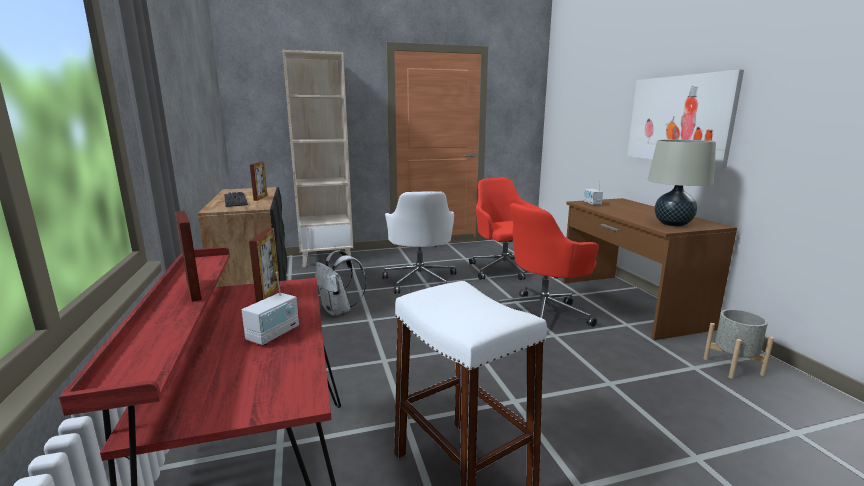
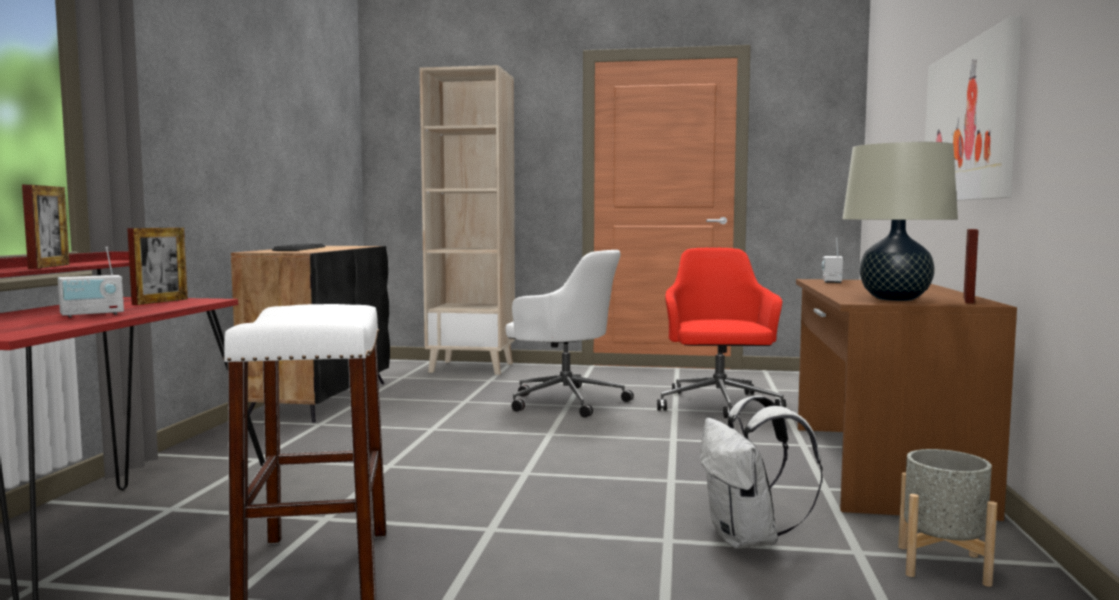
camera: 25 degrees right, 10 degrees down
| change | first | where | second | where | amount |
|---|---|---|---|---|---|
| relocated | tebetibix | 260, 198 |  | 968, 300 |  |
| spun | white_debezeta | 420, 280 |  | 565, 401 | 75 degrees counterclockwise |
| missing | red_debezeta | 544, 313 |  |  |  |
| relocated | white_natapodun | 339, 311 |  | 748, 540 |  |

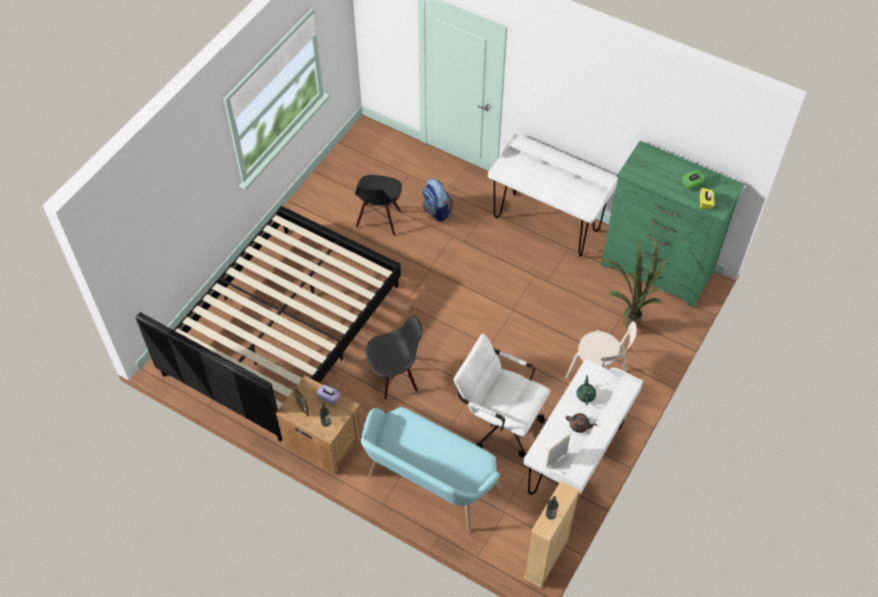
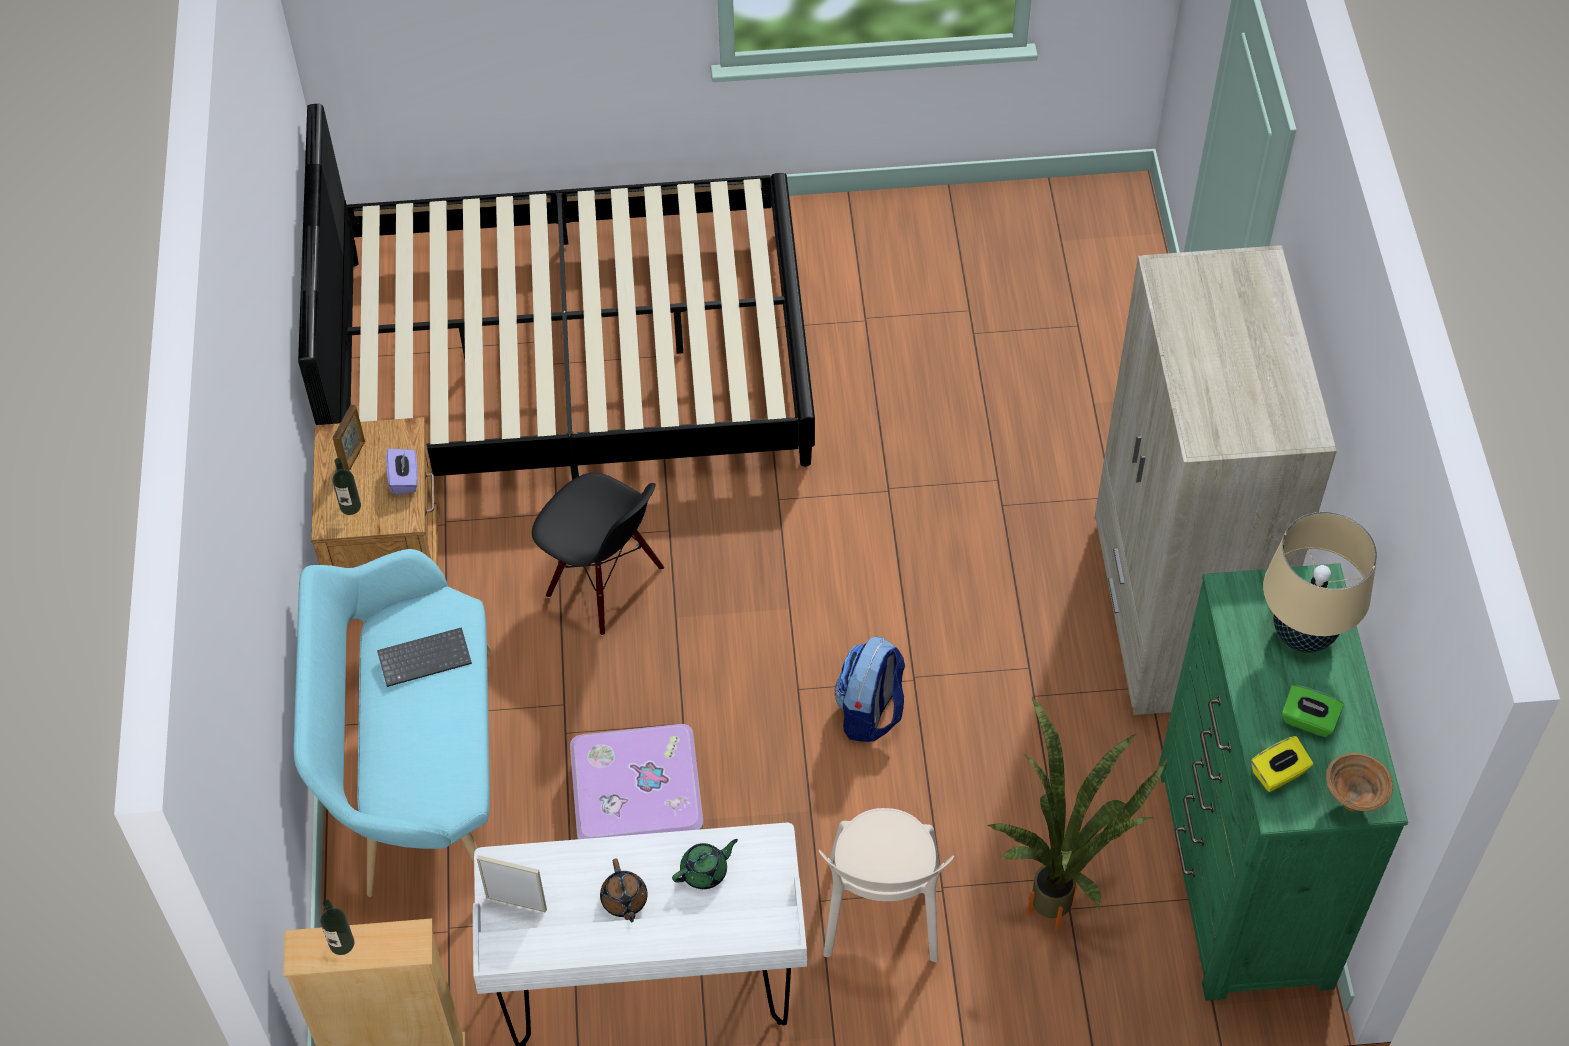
camera: 55 degrees right, 0 degrees up
| change | first | where | second | where | amount |
|---|---|---|---|---|---|
| exchanged | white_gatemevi | 546, 224 | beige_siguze | 1173, 613 |  |
| missing | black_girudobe | 379, 220 |  |  |  |
| relocated | natapodun | 437, 211 |  | 870, 713 |  |
| exchanged | white_debezeta | 499, 421 | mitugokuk | 639, 805 |  |
| appeared |  |  | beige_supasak | 1303, 634 |  |
| appeared |  |  | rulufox | 425, 657 |  |
| appeared |  |  | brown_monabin | 1350, 800 |  |

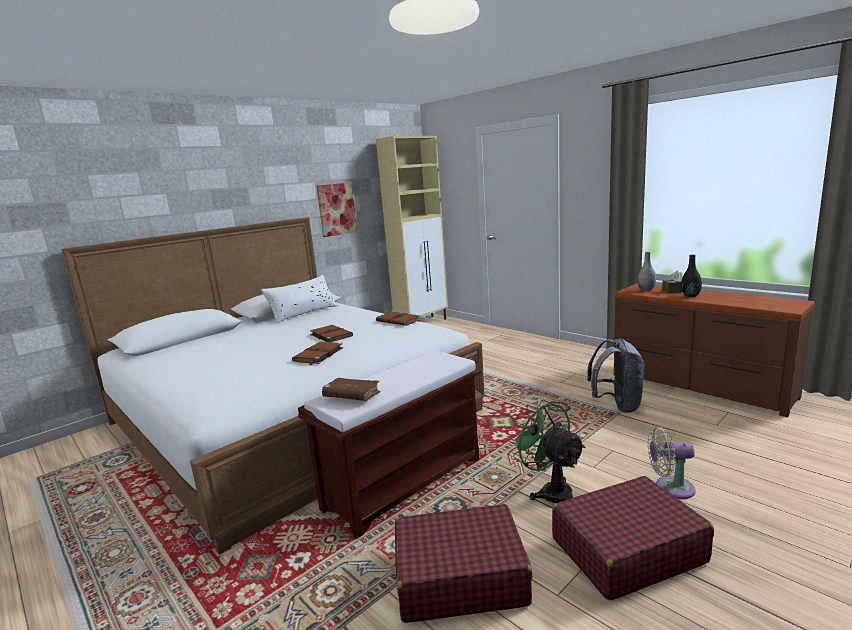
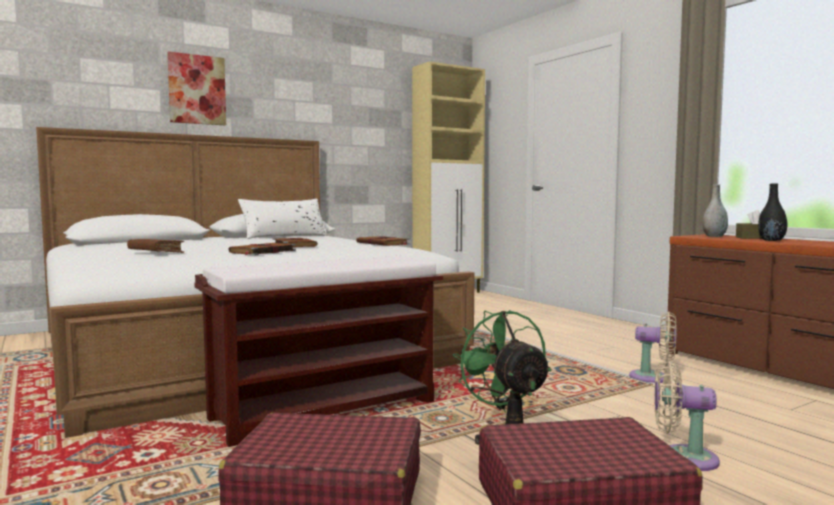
camera: 10 degrees right, 10 degrees down
| change | first | where | second | where | amount |
|---|---|---|---|---|---|
| relocated | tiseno | 336, 209 |  | 197, 89 |  |
| exchanged | grey_natapodun | 617, 405 | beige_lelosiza | 653, 378 |  |
| relocated | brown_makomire | 352, 396 |  | 155, 253 |  |

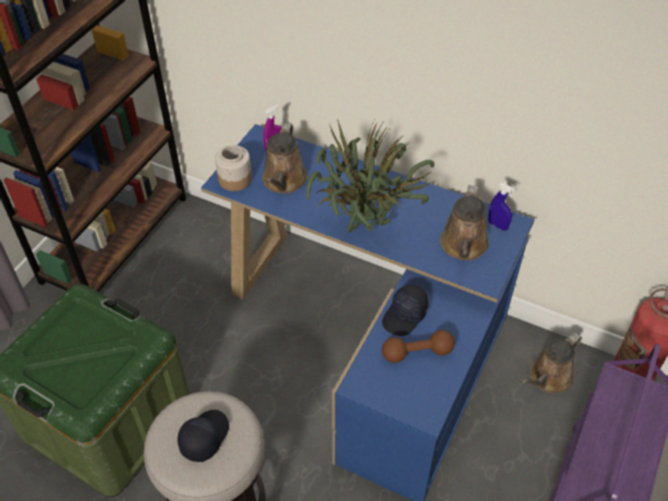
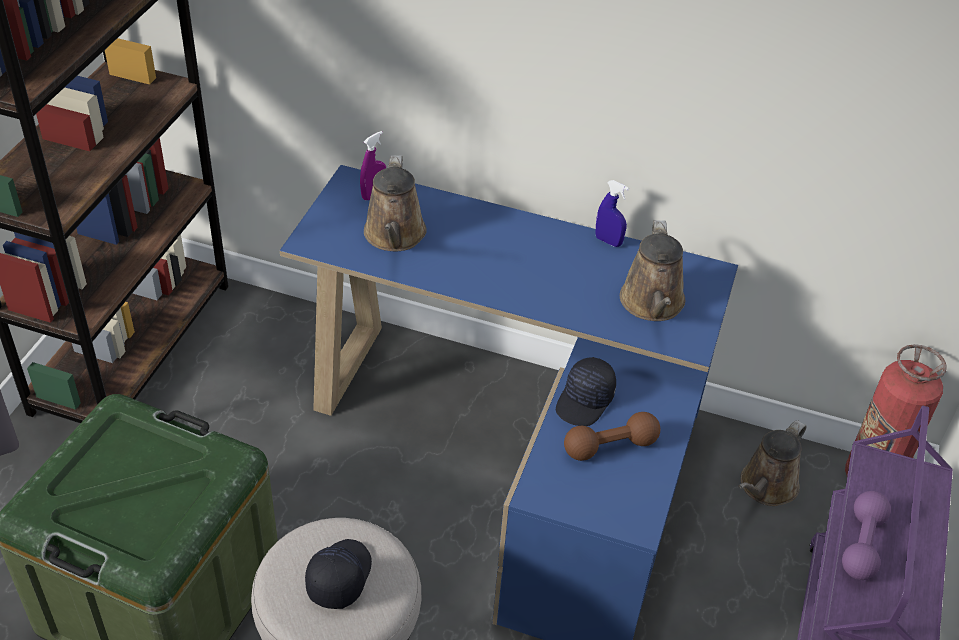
camera: 10 degrees left, 5 degrees down
| change | first | where | second | where | amount |
|---|---|---|---|---|---|
| missing | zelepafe | 364, 231 |  |  |  |
| missing | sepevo | 235, 179 |  |  |  |
| relocated | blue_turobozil | 497, 225 |  | 608, 241 |  |
| appeared |  |  | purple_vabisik | 861, 544 |  |

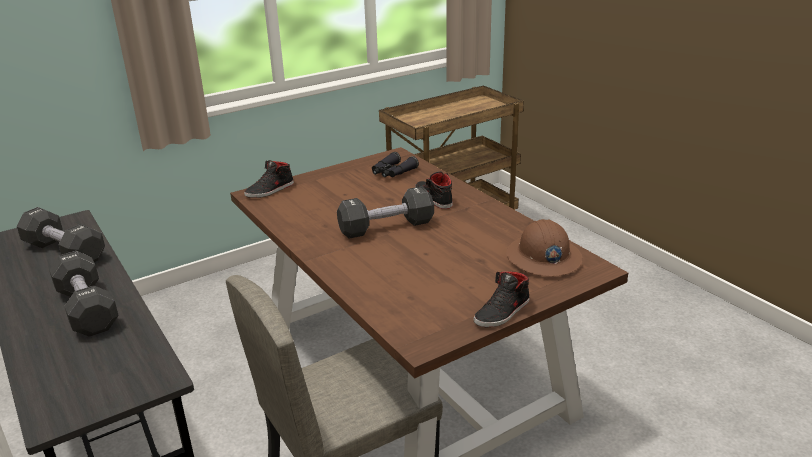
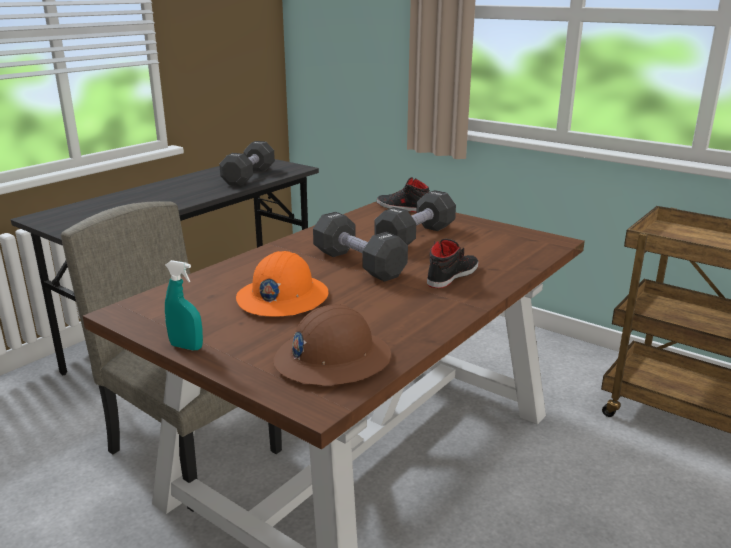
camera: 70 degrees right, 5 degrees down
| change | first | where | second | where | amount |
|---|---|---|---|---|---|
| missing | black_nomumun | 392, 172 |  |  |  |
| relocated | black_vabisik | 87, 309 |  | 415, 237 |  |
| exchanged | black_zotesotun | 502, 312 | turquoise_turobozil | 186, 347 |  |
| appeared |  |  | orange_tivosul | 282, 298 |  |

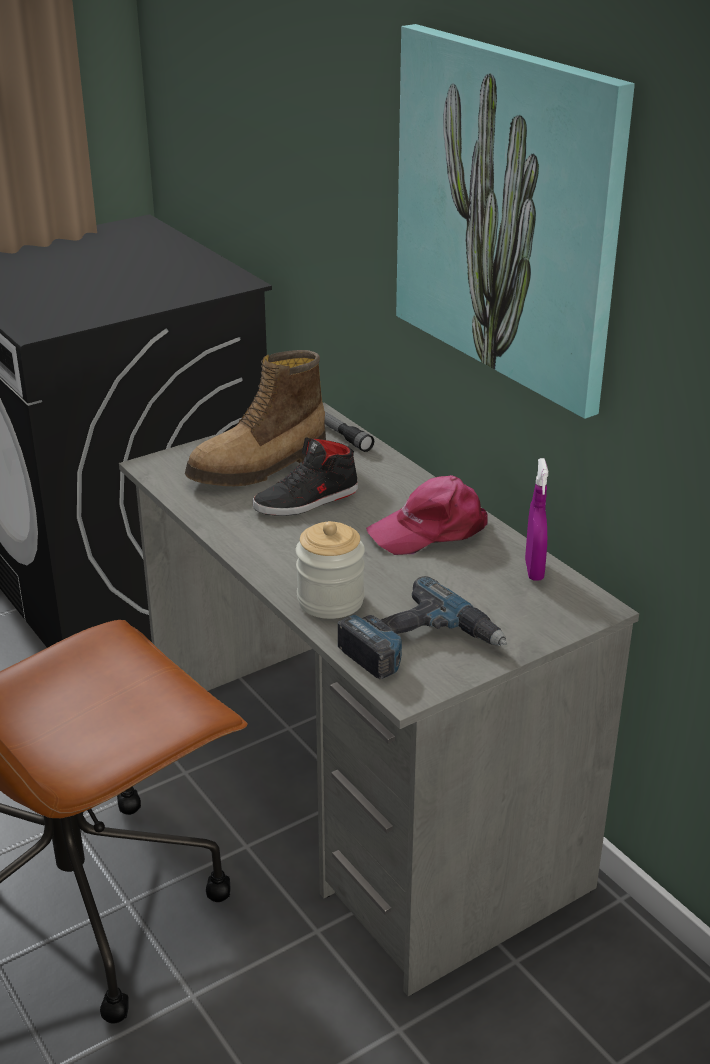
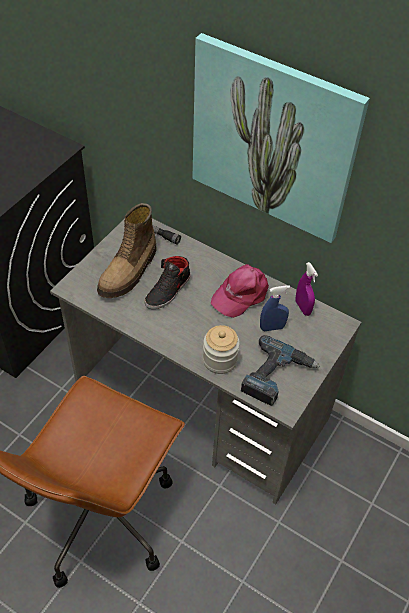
camera: 25 degrees left, 20 degrees up
| change | first | where | second | where | amount |
|---|---|---|---|---|---|
| appeared |  |  | blue_turobozil | 272, 327 |  |

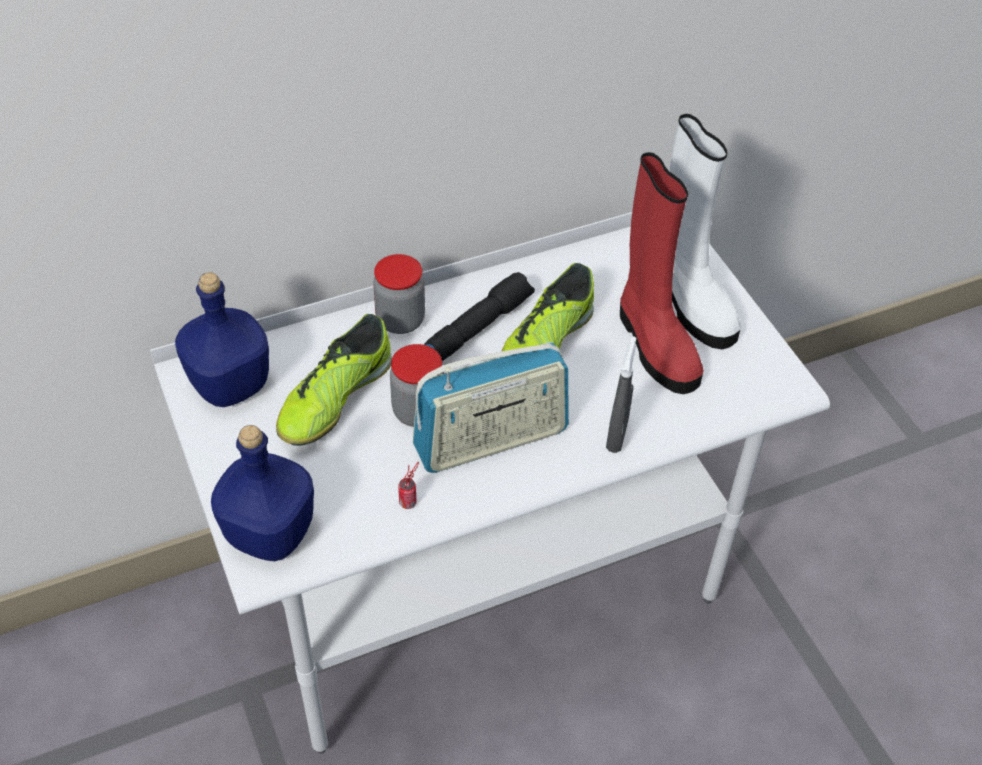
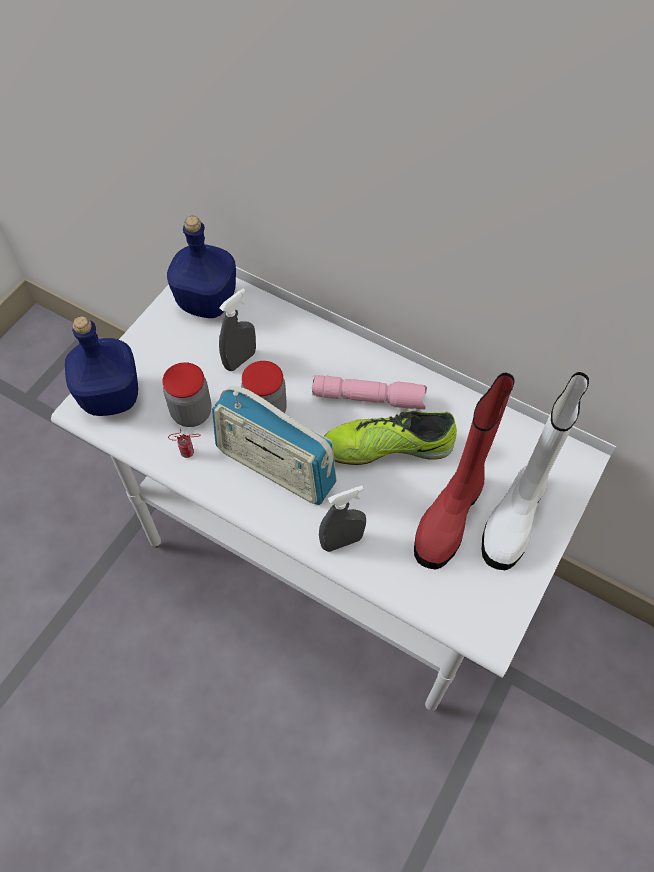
camera: 55 degrees right, 10 degrees up
| change | first | where | second | where | amount |
|---|---|---|---|---|---|
| relocated | sepevo | 400, 320 |  | 191, 412 |  |
| colour | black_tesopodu | 478, 326 | pink_tesopodu | 369, 397 |  |
| exchanged | zotesotun | 335, 398 | grey_turobozil | 240, 360 |  |

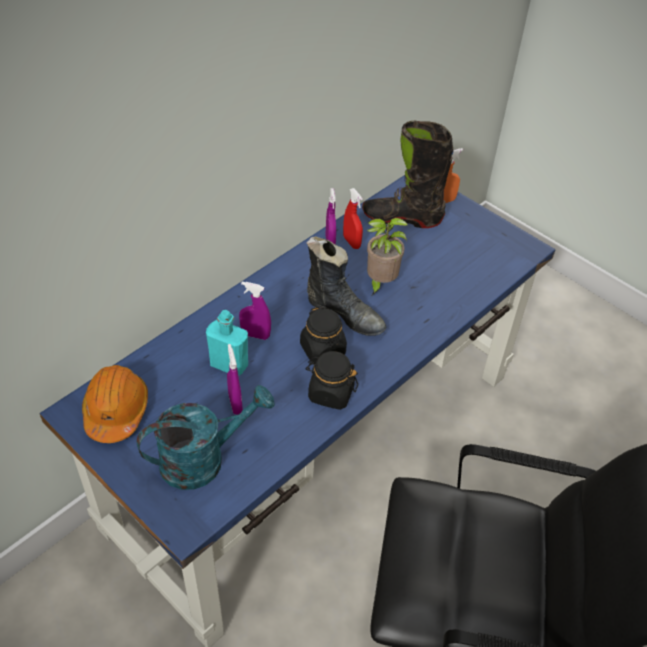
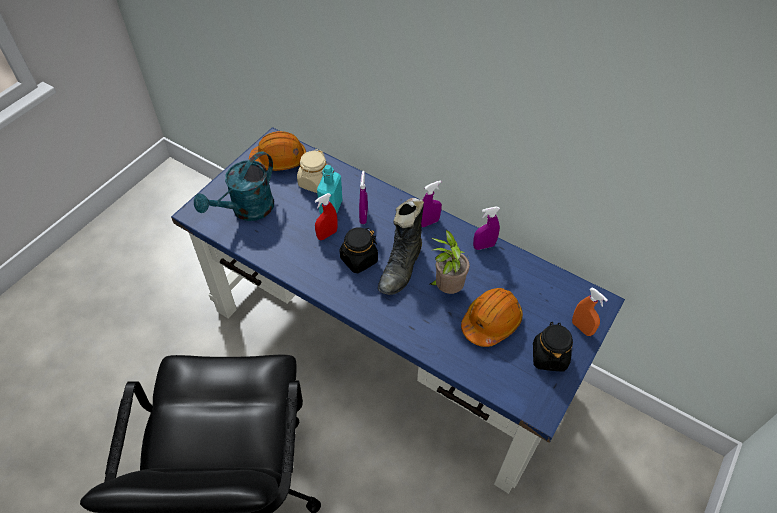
camera: 80 degrees right, 5 degrees up
| change | first | where | second | where | amount |
|---|---|---|---|---|---|
| missing | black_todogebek | 402, 218 |  |  |  |
| relocated | red_turobozil | 351, 242 |  | 327, 234 |  |
| relocated | purple_turobozil | 235, 403 |  | 428, 222 |  |
| relocated | black_sepevo | 330, 393 |  | 549, 356 |  |
| spun | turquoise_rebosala | 203, 459 |  | 247, 210 | 75 degrees clockwise |
| appeared |  |  | beige_sepevo | 315, 182 |  |
| appeared |  |  | orange_tivosul | 491, 322 |  |

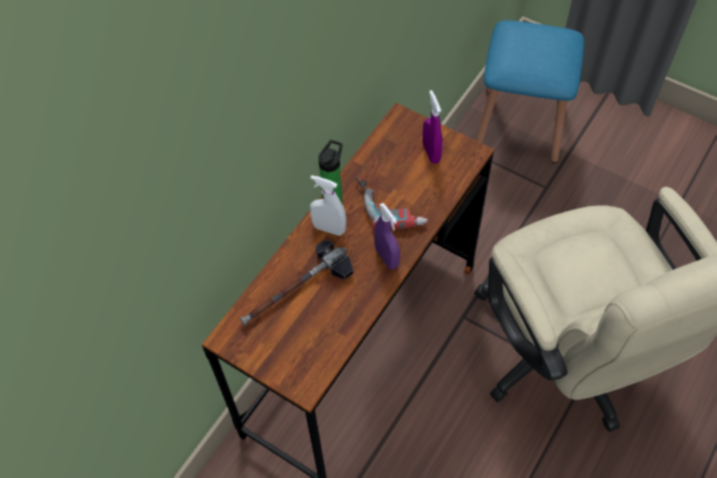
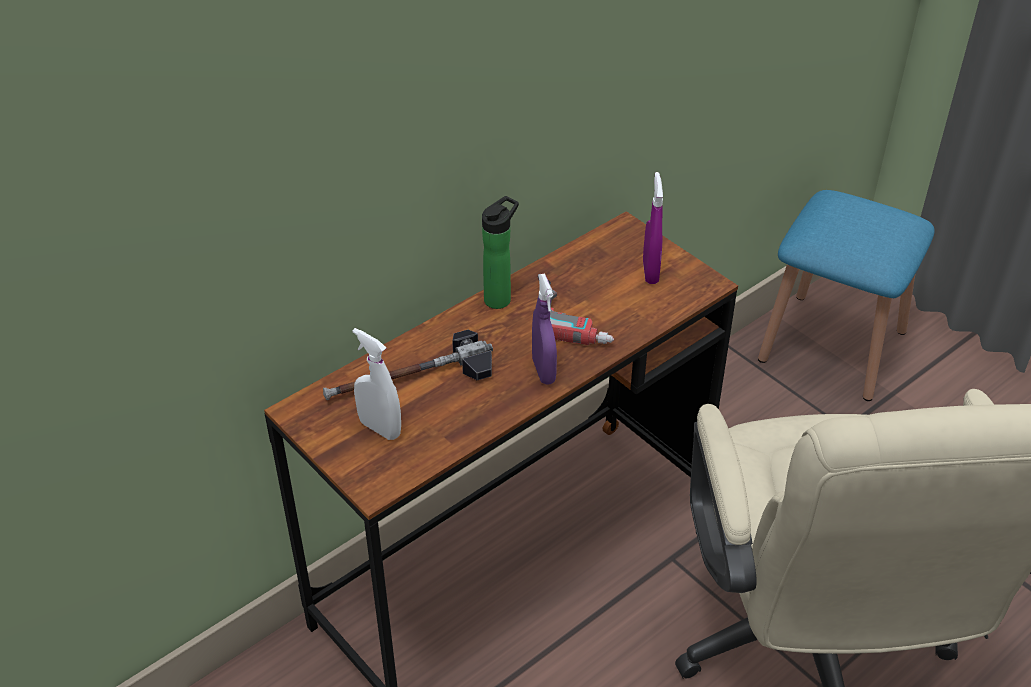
camera: 15 degrees right, 15 degrees down
| change | first | where | second | where | amount |
|---|---|---|---|---|---|
| relocated | white_turobozil | 329, 229 |  | 380, 428 |  |

